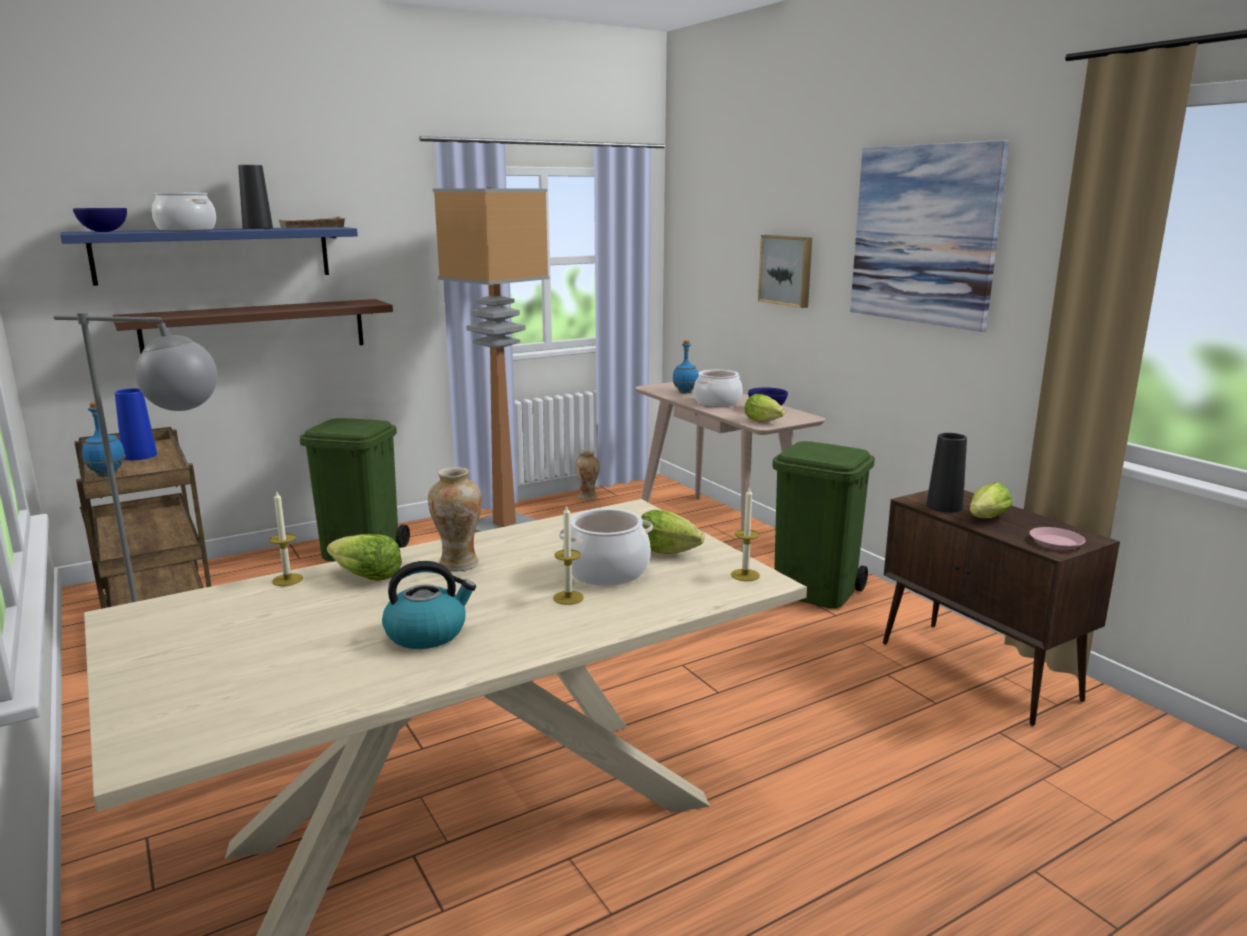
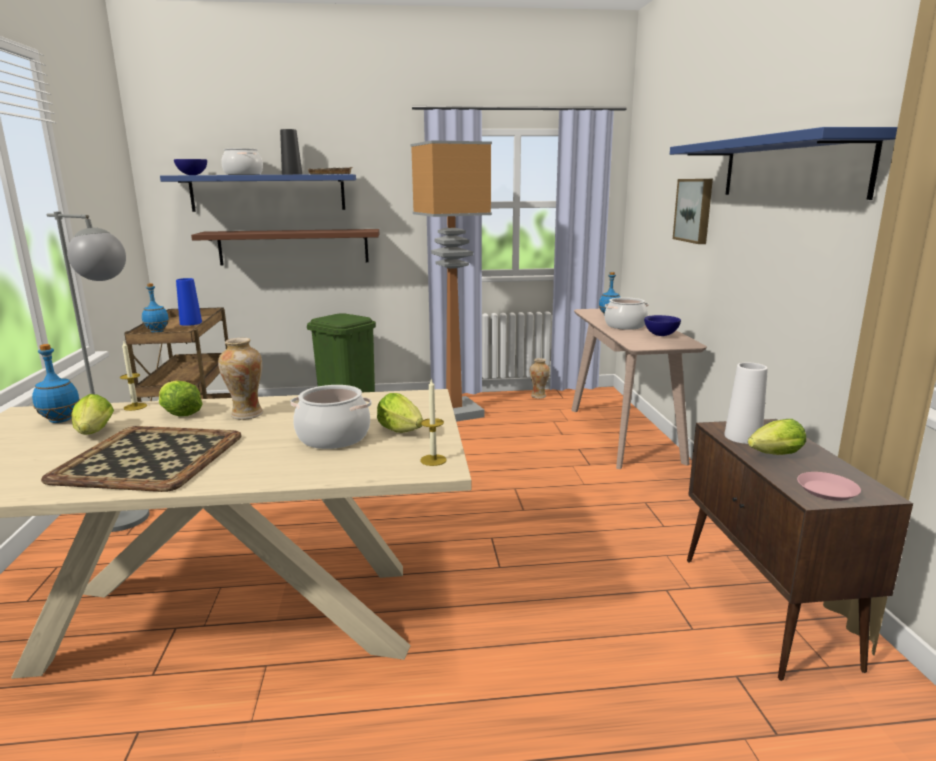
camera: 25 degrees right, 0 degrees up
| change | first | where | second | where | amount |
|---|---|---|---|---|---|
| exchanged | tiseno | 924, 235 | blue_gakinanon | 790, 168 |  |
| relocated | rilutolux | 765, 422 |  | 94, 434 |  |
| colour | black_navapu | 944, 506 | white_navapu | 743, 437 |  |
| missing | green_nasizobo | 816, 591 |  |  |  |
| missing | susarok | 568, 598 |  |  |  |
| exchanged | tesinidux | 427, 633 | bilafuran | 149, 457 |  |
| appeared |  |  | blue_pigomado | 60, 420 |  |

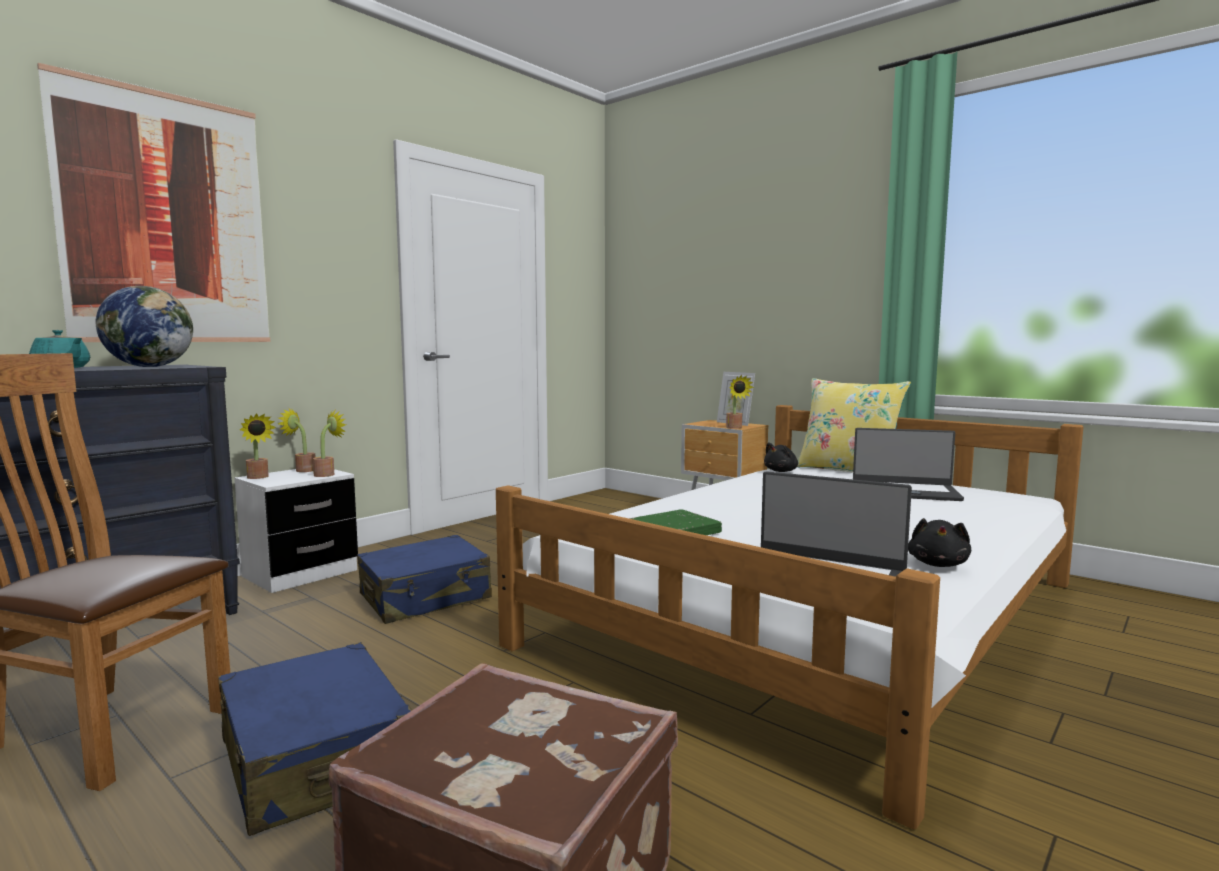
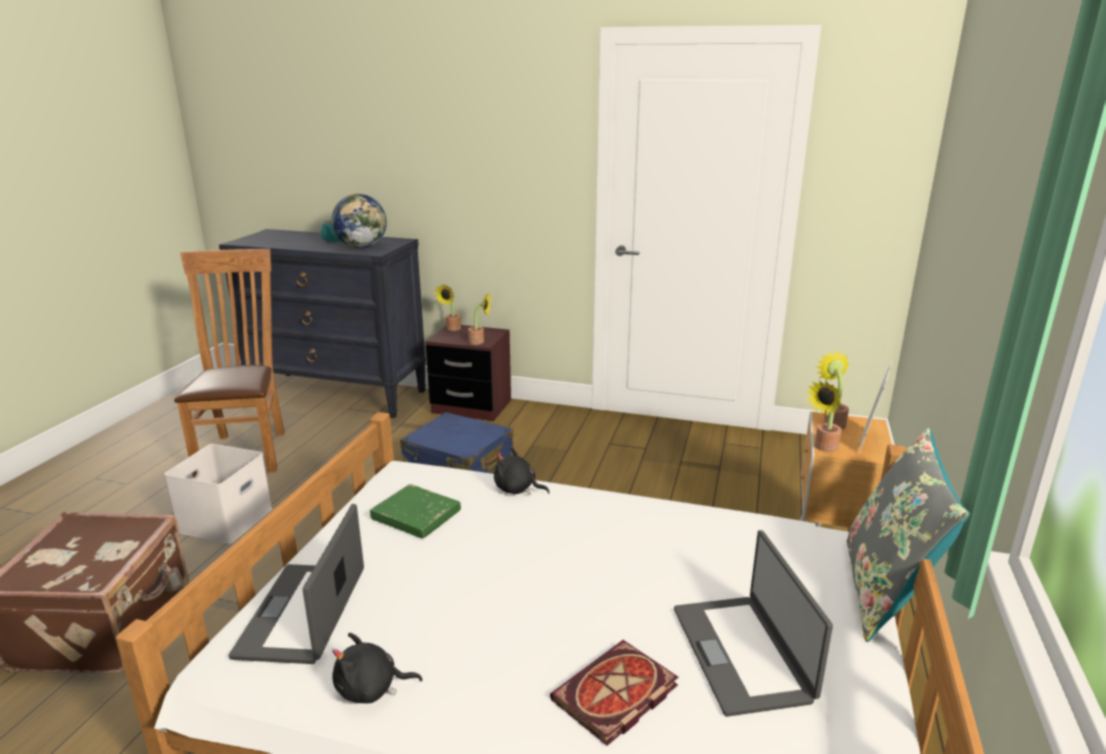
camera: 65 degrees right, 15 degrees up
| change | first | where | second | where | amount |
|---|---|---|---|---|---|
| missing | tiseno | 167, 219 |  |  |  |
| colour | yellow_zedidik | 848, 470 | grey_zedidik | 886, 591 |  |
| relocated | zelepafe | 302, 470 |  | 831, 423 |  |
| relocated | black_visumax | 782, 471 |  | 517, 489 |  |
| colour | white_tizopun | 300, 574 | brown_tizopun | 471, 407 |  |
| exchanged | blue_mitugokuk | 316, 759 | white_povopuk | 225, 519 |  |
| appeared |  |  | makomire | 614, 696 |  |

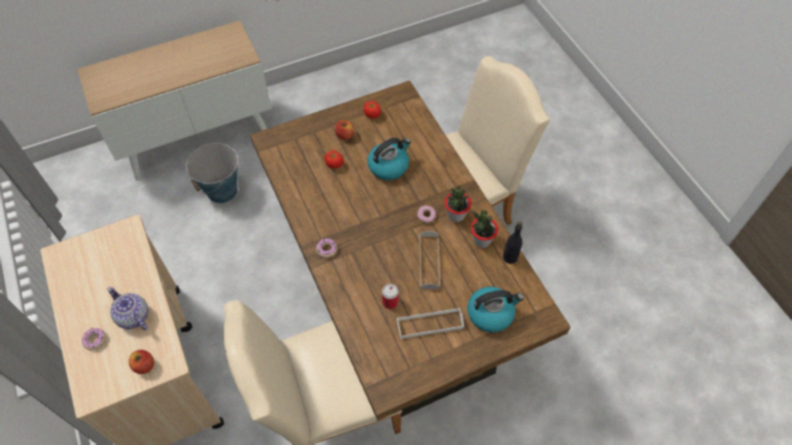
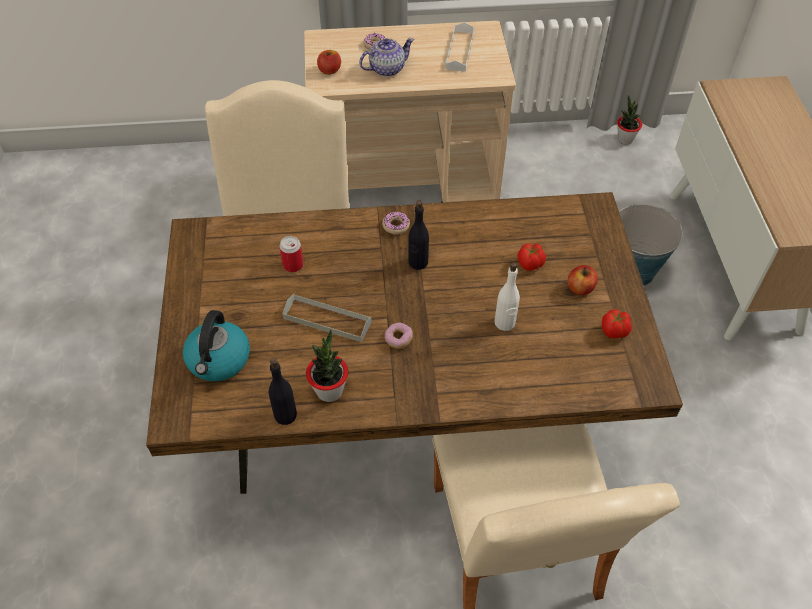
camera: 110 degrees right, 5 degrees down
| change | first | where | second | where | amount |
|---|---|---|---|---|---|
| exchanged | tesinidux | 389, 166 | white_pigomado | 505, 323 |  |
| relocated | zelepafe | 456, 215 |  | 625, 139 |  |
| relocated | white_bilafuran | 430, 324 |  | 459, 50 |  |
| appeared |  |  | black_pigomado | 418, 262 |  |

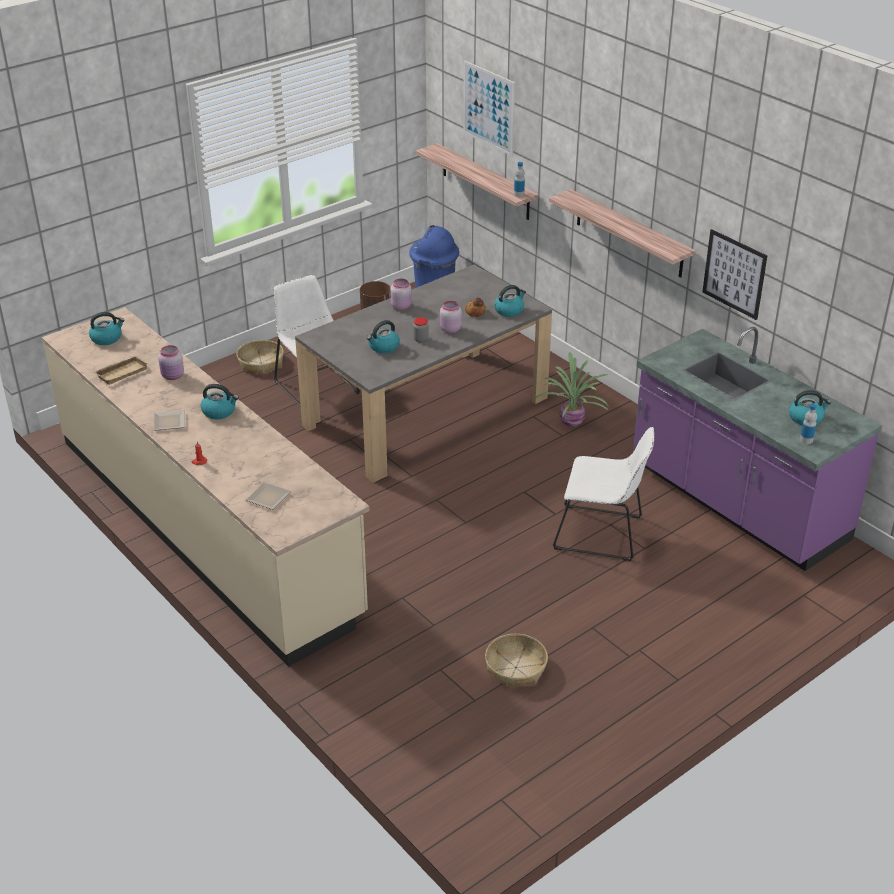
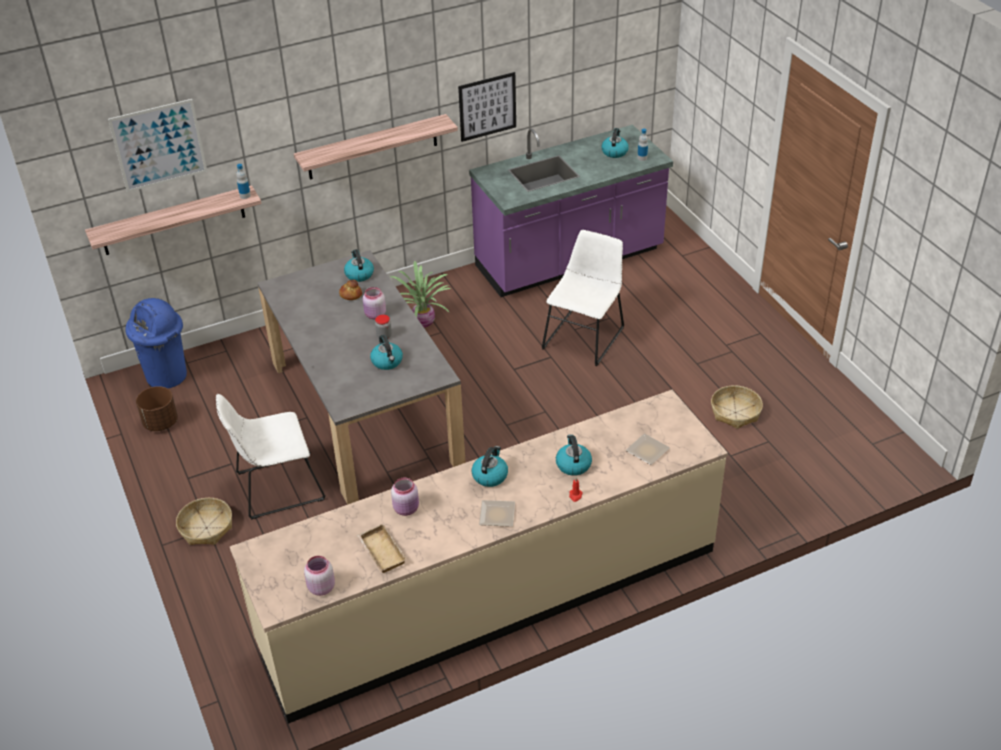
camera: 75 degrees left, 5 degrees up
| change | first | where | second | where | amount |
|---|---|---|---|---|---|
| relocated | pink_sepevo | 401, 306 |  | 320, 587 |  |
| relocated | tesinidux | 107, 338 |  | 573, 464 |  |

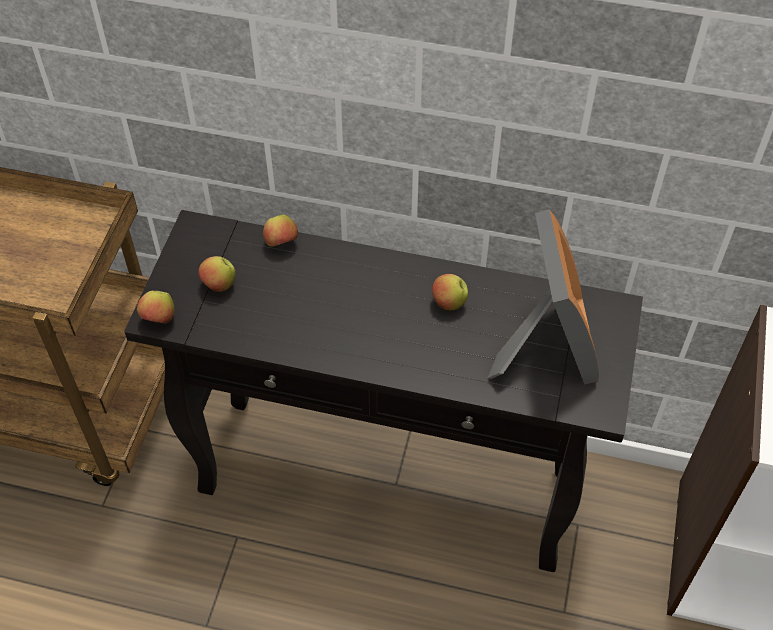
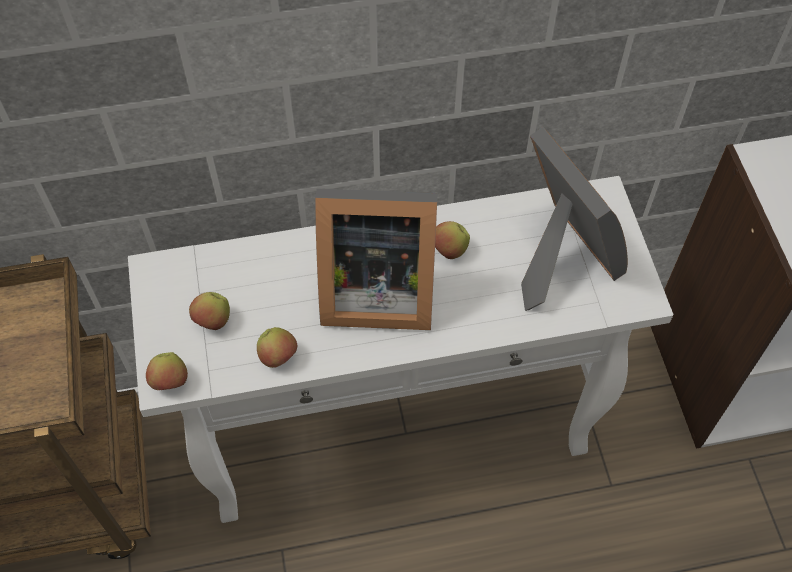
camera: 25 degrees left, 5 degrees up
| change | first | where | second | where | amount |
|---|---|---|---|---|---|
| colour | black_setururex | 390, 481 | white_setururex | 399, 432 |  |
| relocated | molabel | 281, 243 |  | 278, 357 |  |
| appeared |  |  | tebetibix | 373, 290 |  |

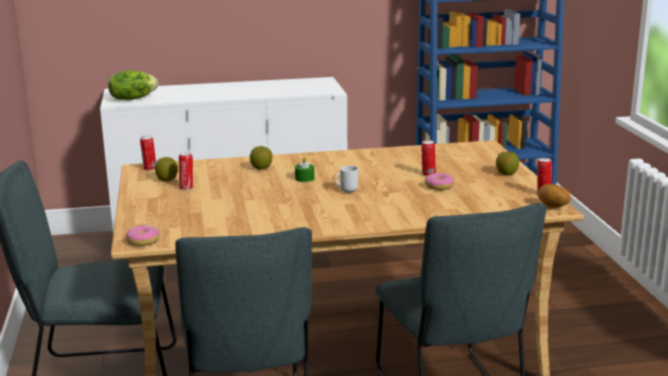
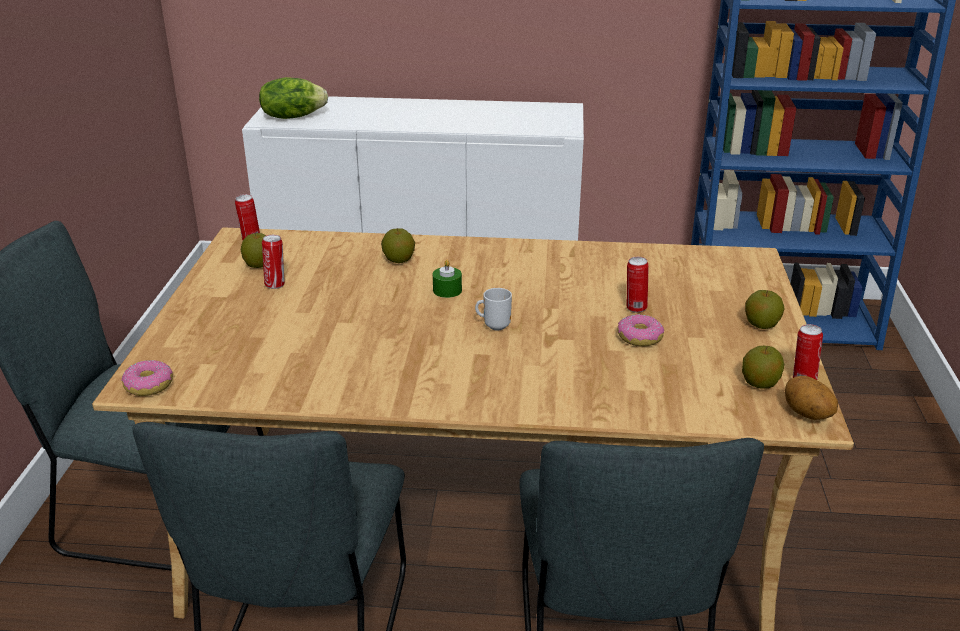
camera: 15 degrees right, 10 degrees up
| change | first | where | second | where | amount |
|---|---|---|---|---|---|
| appeared |  |  | molabel | 759, 384 |  |

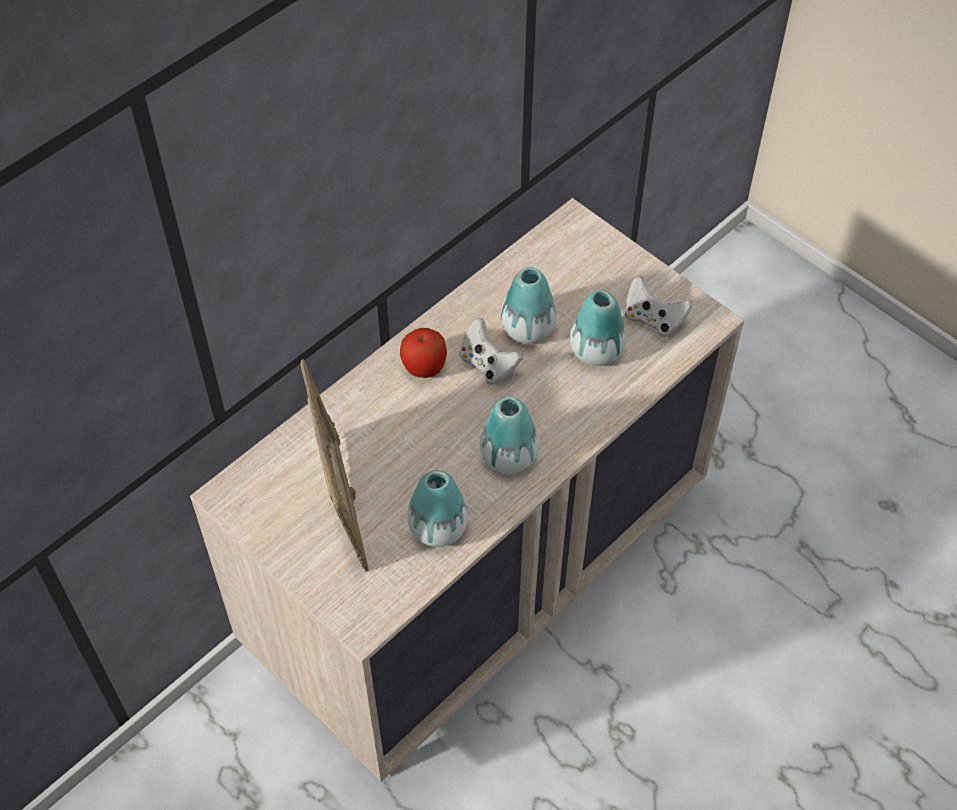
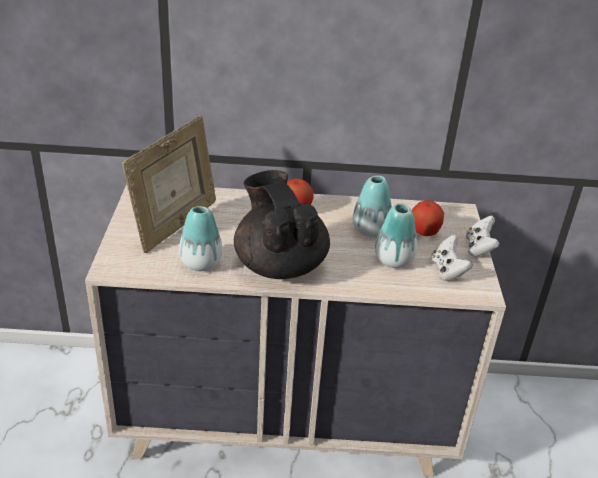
camera: 45 degrees right, 20 degrees down
| change | first | where | second | where | amount |
|---|---|---|---|---|---|
| relocated | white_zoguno | 488, 365 |  | 479, 248 |  |
| exchanged | navapu | 508, 456 | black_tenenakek | 279, 264 |  |
| appeared |  |  | molabel | 424, 232 |  |

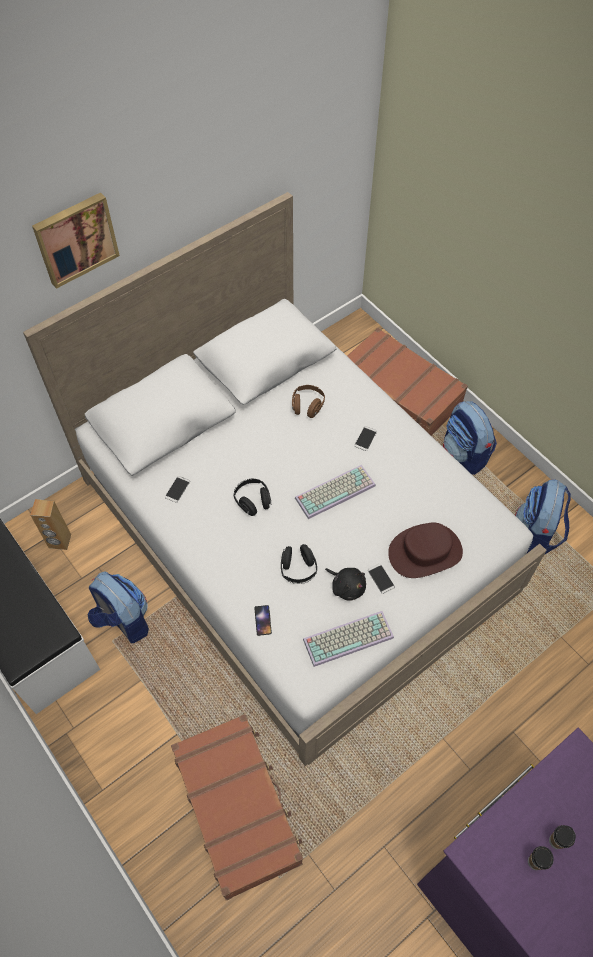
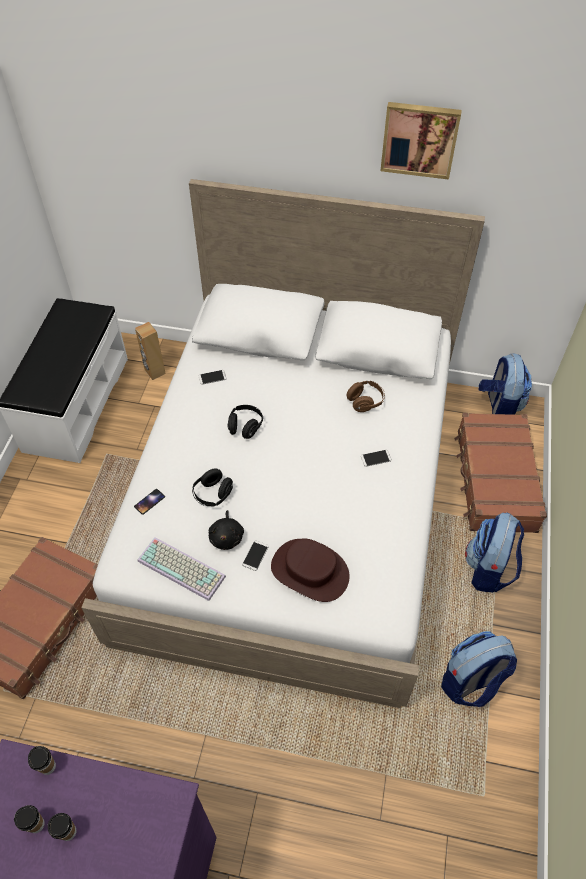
camera: 50 degrees right, 5 degrees down
| change | first | where | second | where | amount |
|---|---|---|---|---|---|
| relocated | tiseno | 75, 238 |  | 419, 139 |  |
| missing | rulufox | 335, 490 |  |  |  |
| relocated | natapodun | 123, 620 |  | 499, 408 |  |
| appeared |  |  | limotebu | 48, 766 |  |

